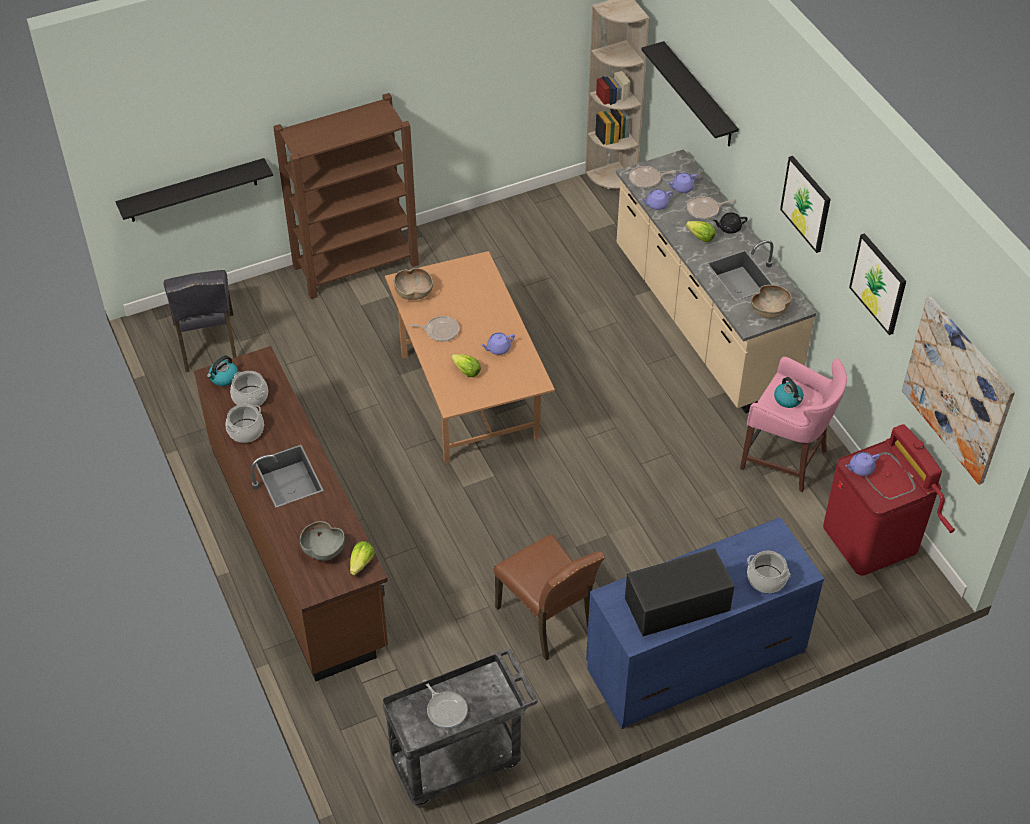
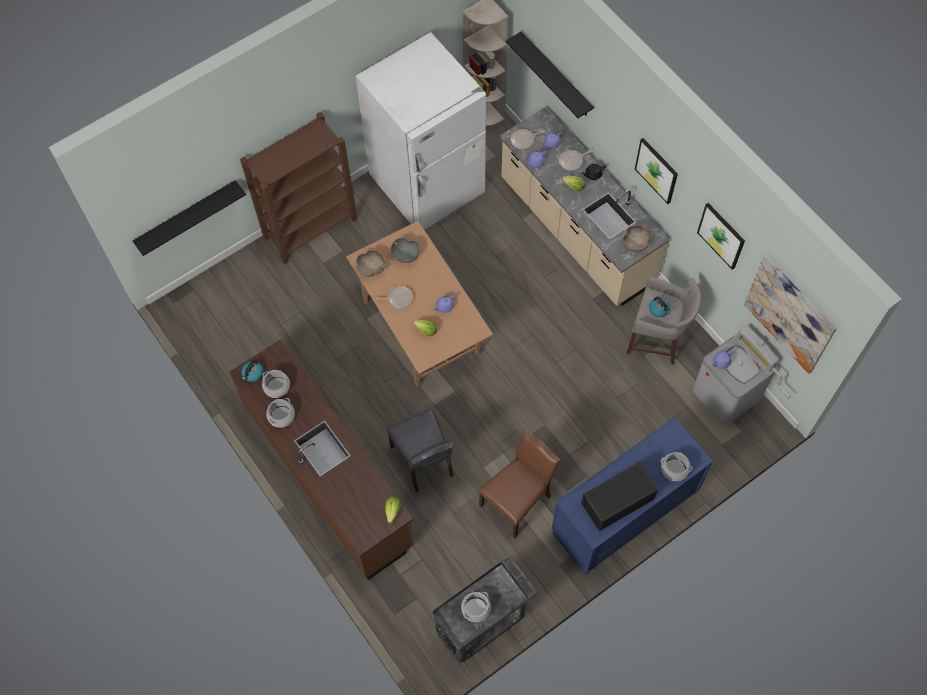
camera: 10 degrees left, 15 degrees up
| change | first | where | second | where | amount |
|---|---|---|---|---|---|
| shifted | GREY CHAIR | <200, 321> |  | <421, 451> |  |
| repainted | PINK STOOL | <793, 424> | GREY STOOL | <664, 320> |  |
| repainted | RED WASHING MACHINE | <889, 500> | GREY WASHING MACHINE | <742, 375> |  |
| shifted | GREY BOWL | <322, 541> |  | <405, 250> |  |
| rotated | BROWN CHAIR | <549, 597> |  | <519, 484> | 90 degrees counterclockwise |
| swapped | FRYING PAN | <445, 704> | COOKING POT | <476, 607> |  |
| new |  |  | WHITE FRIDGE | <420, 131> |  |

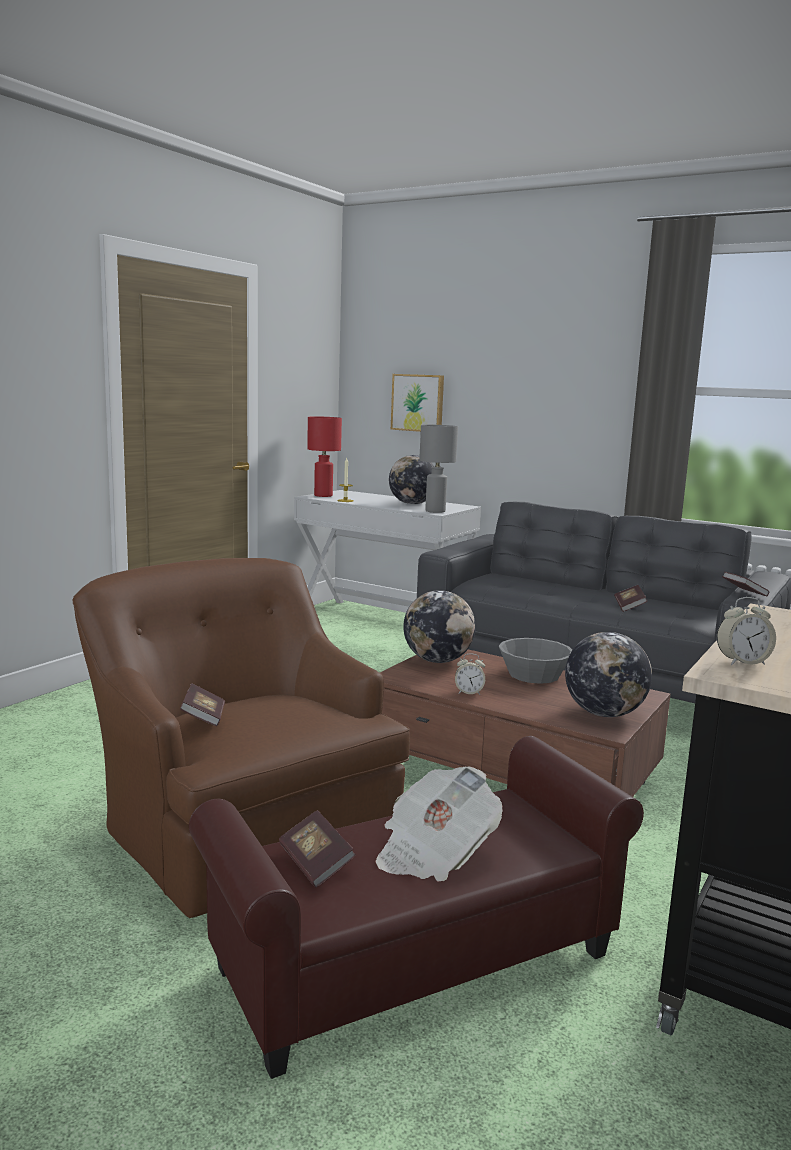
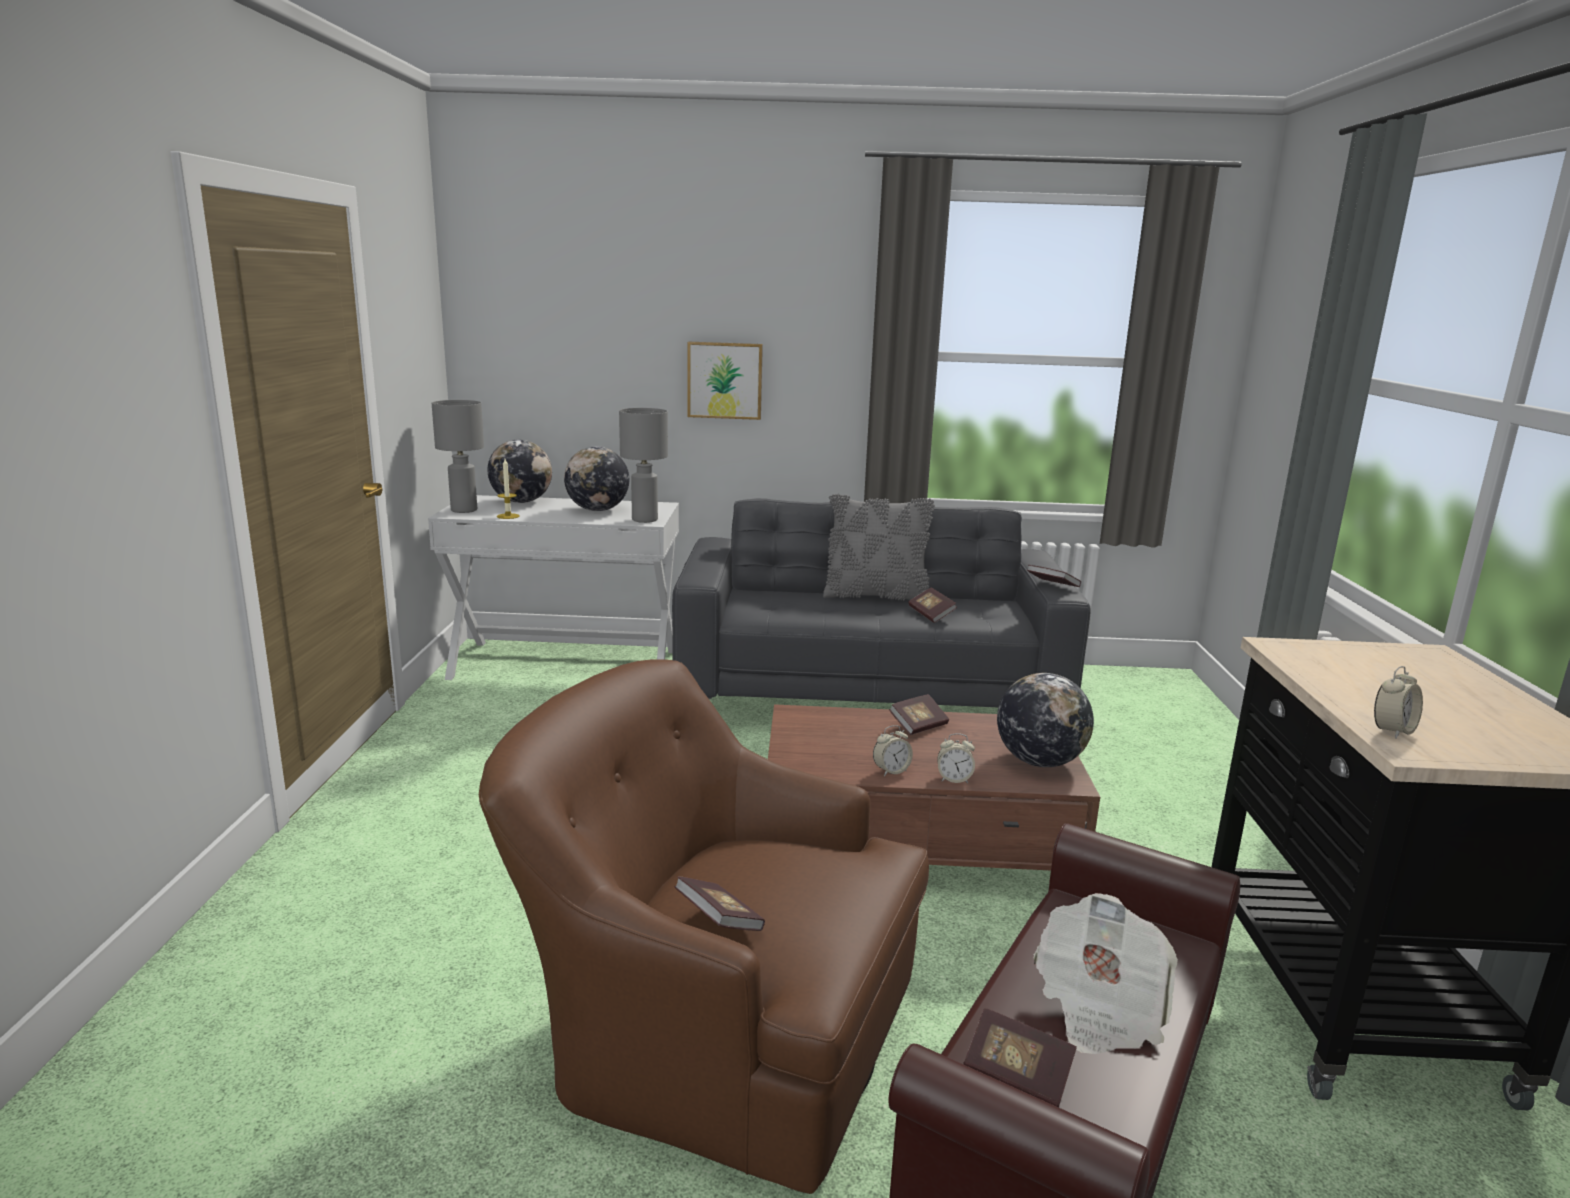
camera: 30 degrees left, 5 degrees up
| change | first | where | second | where | amount |
|---|---|---|---|---|---|
| shifted | PICTURE | <417, 403> |  | <725, 381> |  |
| repainted | RED TABLE LAMP | <324, 456> | GREY TABLE LAMP | <458, 456> |  |
| shifted | GLOBE | <439, 626> |  | <519, 471> |  |
| swapped | GREY BOWL | <535, 661> | BOOK | <919, 714> |  |
| new |  |  | GREY PILLOW | <879, 547> |  |
| new |  |  | ALARM CLOCK | <956, 758> |  |

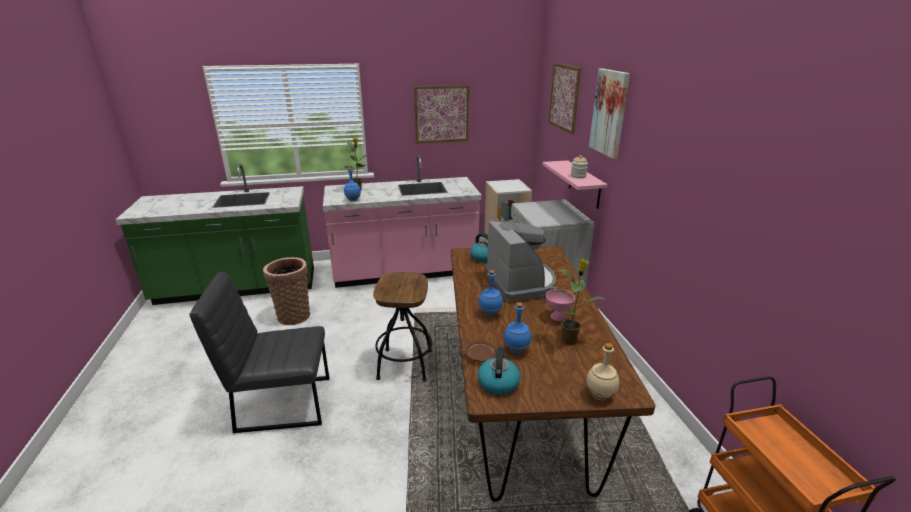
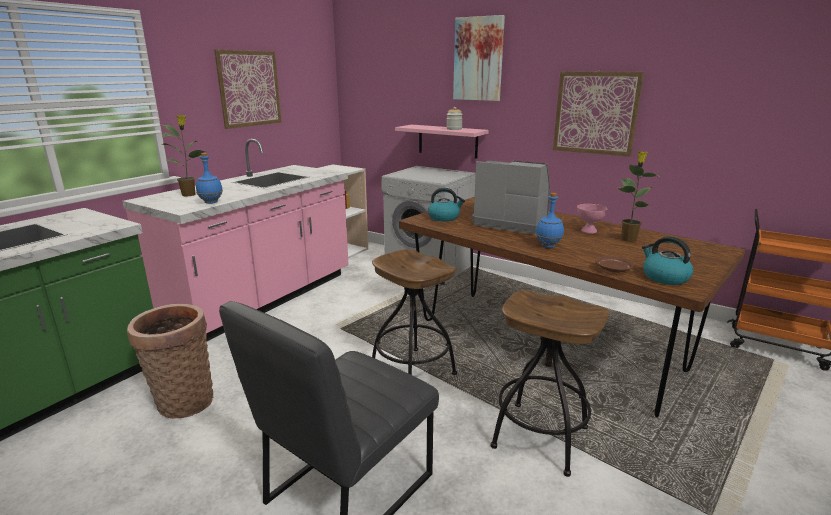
camera: 45 degrees left, 5 degrees down
| change | first | where | second | where | amount |
|---|---|---|---|---|---|
| shifted | PICTURE | <565, 99> |  | <598, 113> |  |
| gone | BLUE BOTTLE | <517, 328> |  |  |  |
| gone | BEIGE BOTTLE | <602, 372> |  |  |  |
| new |  |  | BROWN STOOL | <550, 383> |  |

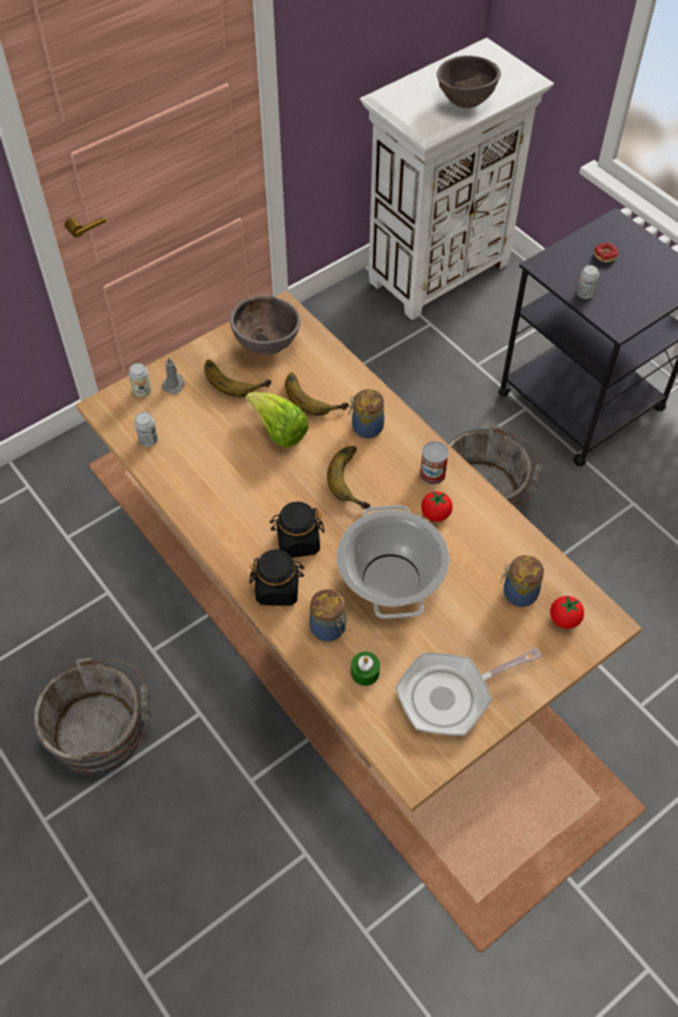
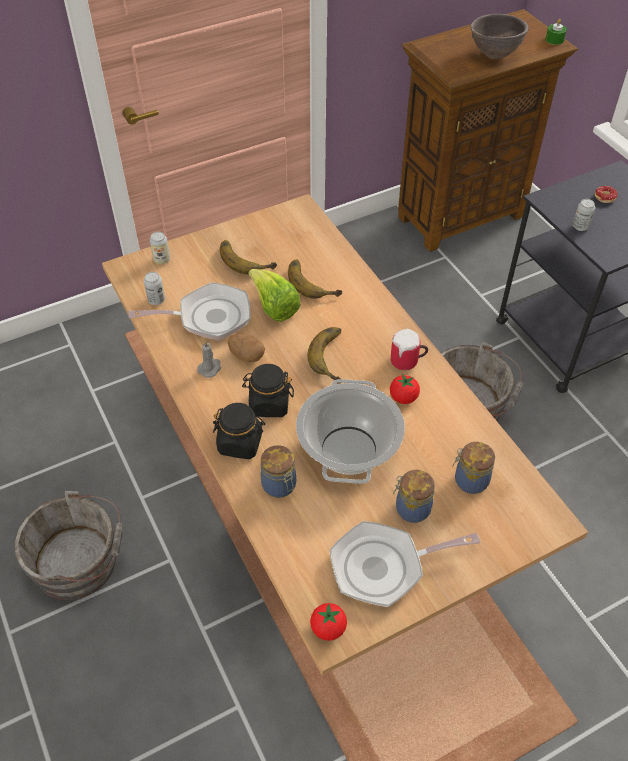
camera: 10 degrees right, 5 degrees down
| change | first | where | second | where | amount |
|---|---|---|---|---|---|
| repainted | WHITE CABINET | <457, 179> | BROWN CABINET | <488, 130> |  |
| gone | BROWN BOWL | <265, 325> |  |  |  |
| shifted | GREY CANDLE | <173, 375> |  | <209, 359> |  |
| shifted | JAR | <366, 413> |  | <414, 496> |  |
| swapped | CAN | <434, 463> | MUG | <409, 349> |  |
| shifted | TOMATO | <567, 612> |  | <328, 622> |  |
| shifted | GREEN CANDLE | <365, 669> |  | <556, 32> |  |
| new |  |  | FRYING PAN | <189, 311> |  |
| new |  |  | POTATO | <246, 348> |  |

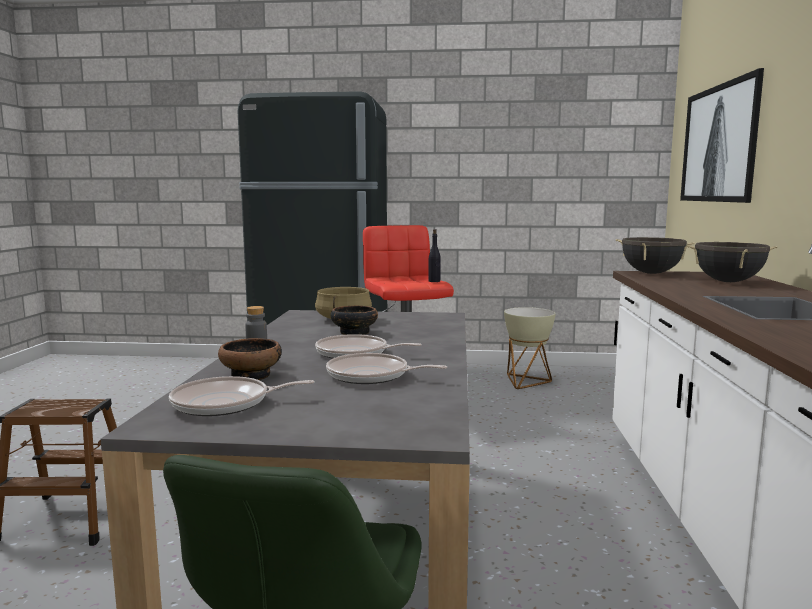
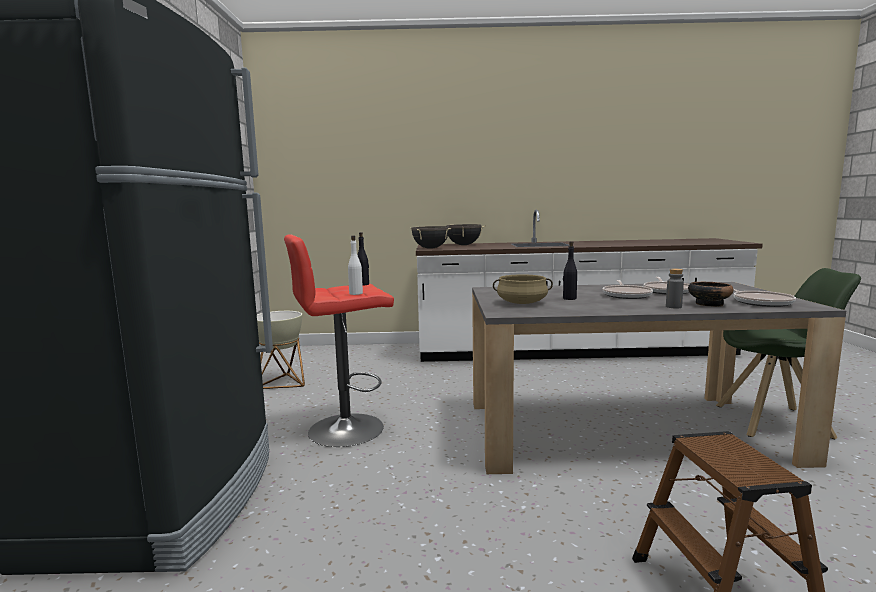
camera: 95 degrees left, 0 degrees up
| change | first | where | second | where | amount |
|---|---|---|---|---|---|
| gone | PICTURE | <722, 135> |  |  |  |
| swapped | BOWL | <354, 320> | BLACK BOTTLE | <570, 270> |  |
| new |  |  | WHITE BOTTLE | <355, 265> |  |

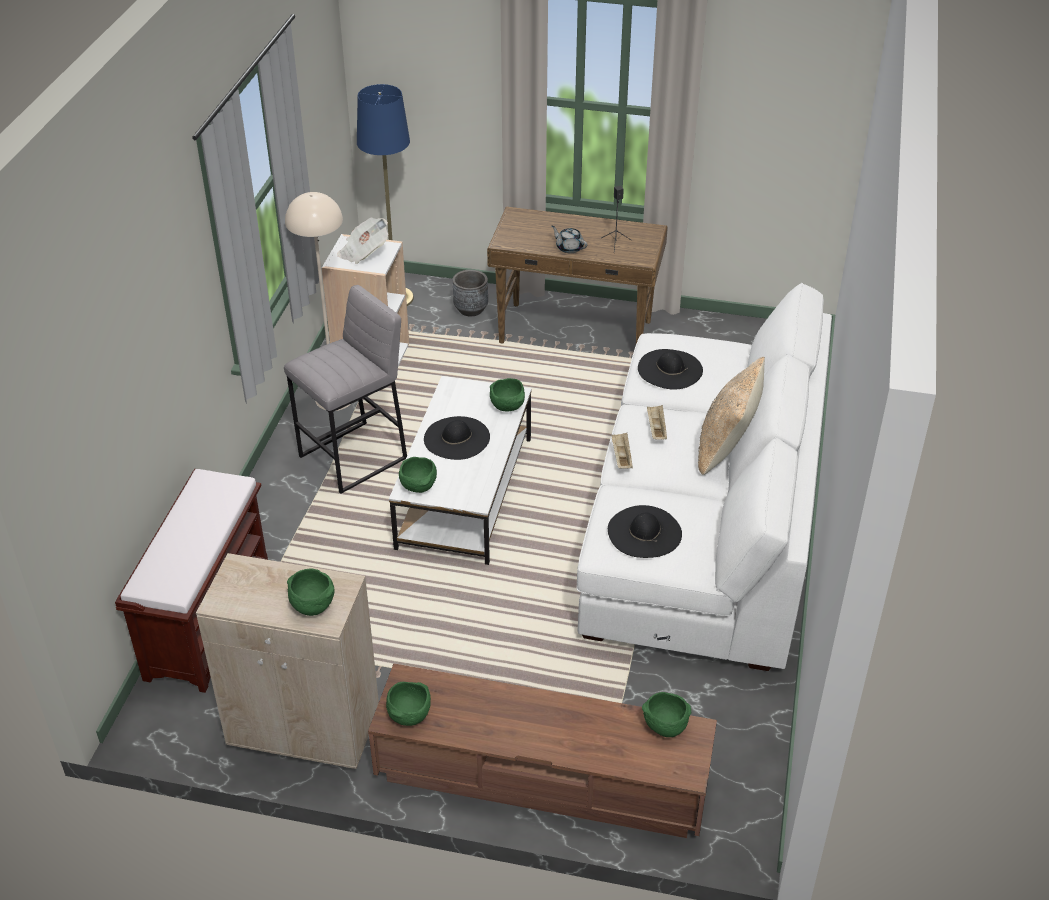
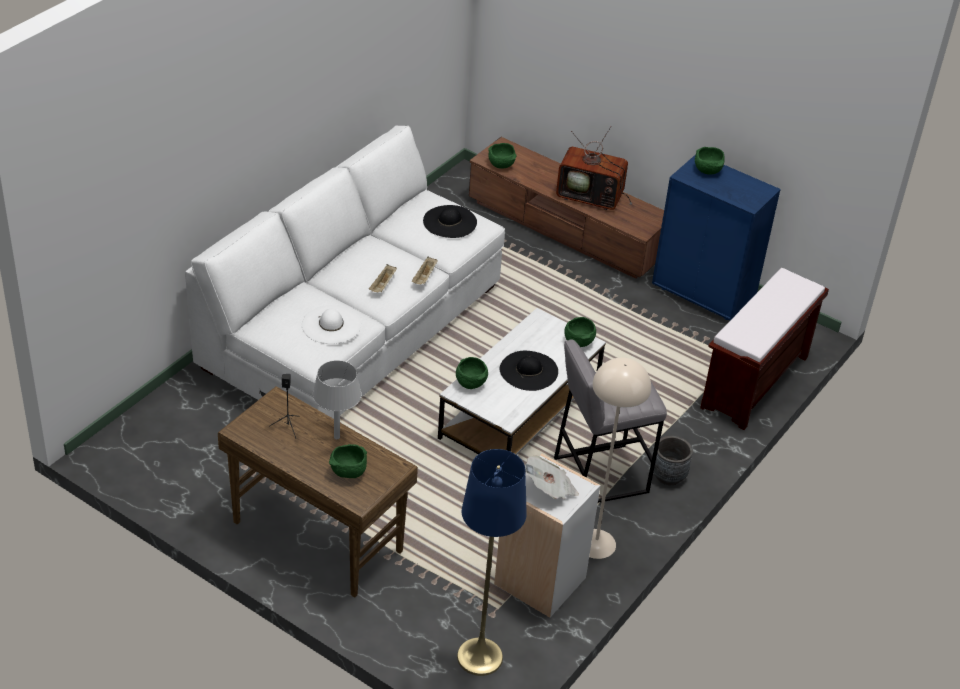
camera: 160 degrees left, 0 degrees up
| change | first | where | second | where | amount |
|---|---|---|---|---|---|
| swapped | GREY TEAPOT | <569, 240> | GREY TABLE LAMP | <337, 399> |  |
| shifted | GREY PLANTER | <470, 293> |  | <673, 460> |  |
| repainted | BLACK HAT | <670, 369> | WHITE HAT | <331, 324> |  |
| gone | BEIGE PILLOW | <731, 416> |  |  |  |
| repainted | BEIGE CABINET | <287, 661> | BLUE CABINET | <716, 237> |  |
| shifted | GREEN BOWL | <408, 704> |  | <348, 461> |  |
| new |  |  | TELEVISION | <594, 168> |  |

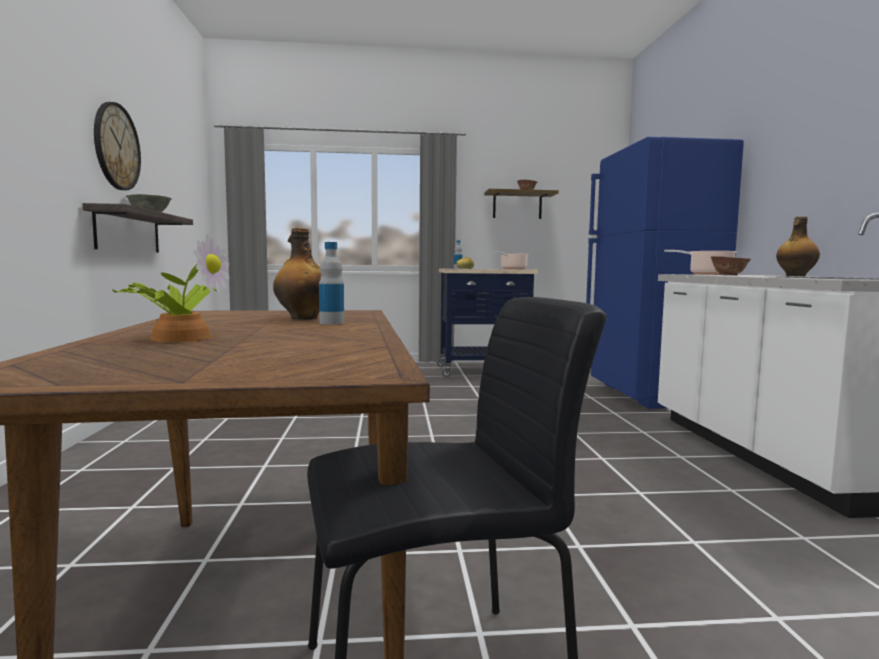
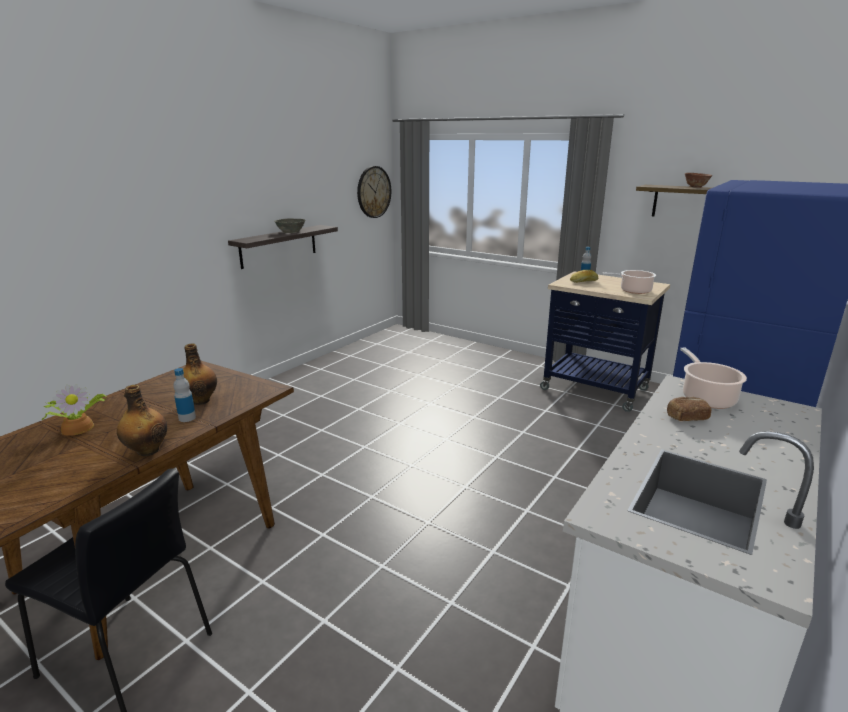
camera: 40 degrees right, 15 degrees up
| change | first | where | second | where | amount |
|---|---|---|---|---|---|
| shifted | WALL CLOCK | <117, 146> |  | <374, 192> |  |
| shifted | BOTTLE | <798, 246> |  | <142, 420> |  |
| swapped | BOWL | <731, 265> | BREAD | <689, 409> |  |

